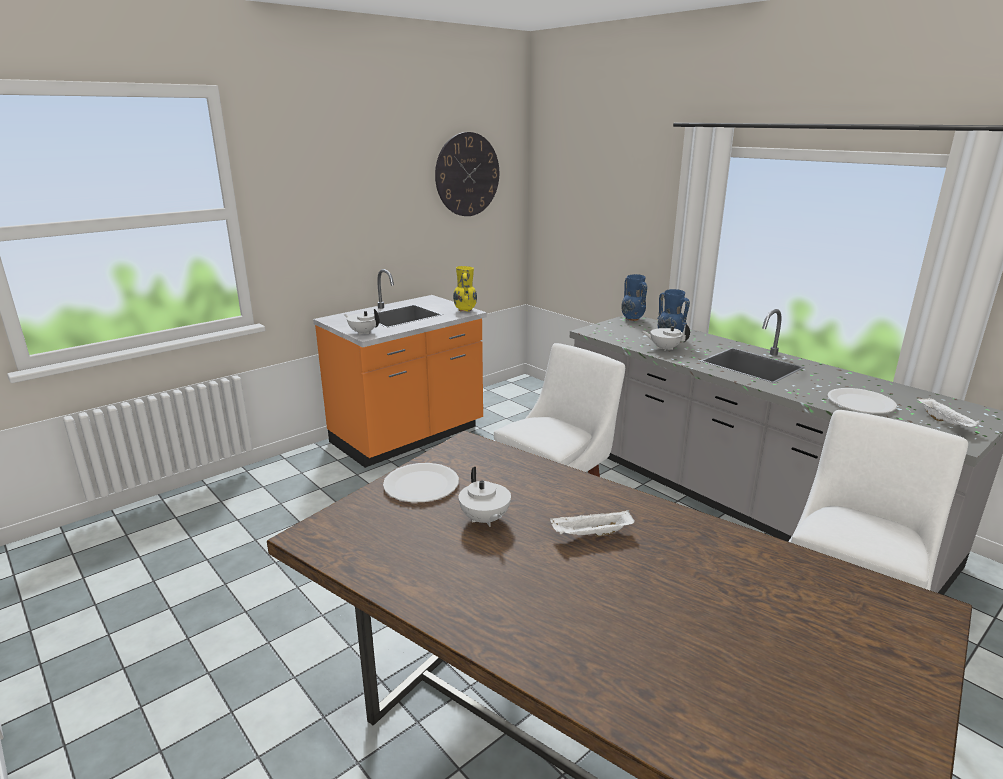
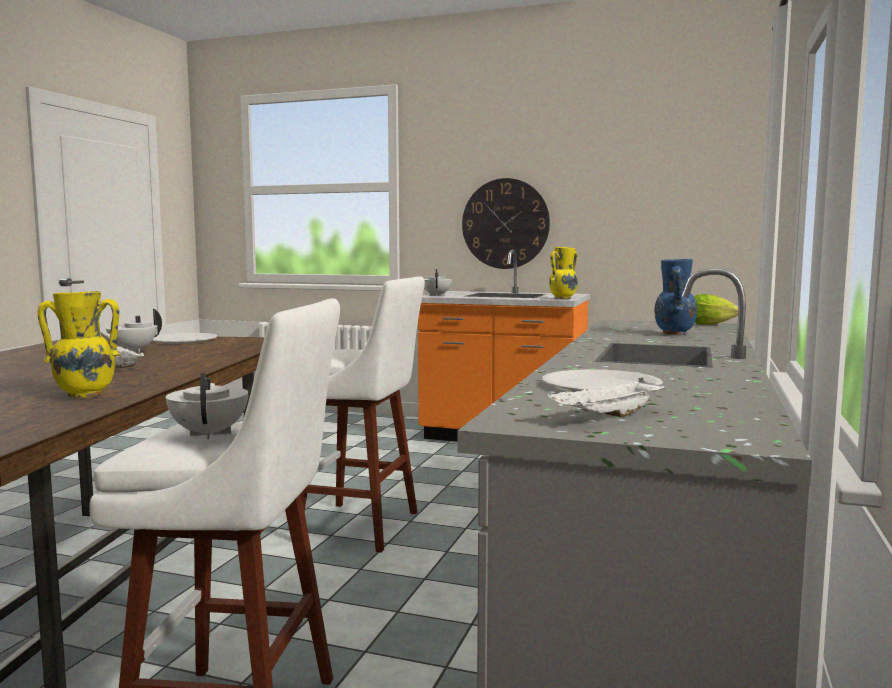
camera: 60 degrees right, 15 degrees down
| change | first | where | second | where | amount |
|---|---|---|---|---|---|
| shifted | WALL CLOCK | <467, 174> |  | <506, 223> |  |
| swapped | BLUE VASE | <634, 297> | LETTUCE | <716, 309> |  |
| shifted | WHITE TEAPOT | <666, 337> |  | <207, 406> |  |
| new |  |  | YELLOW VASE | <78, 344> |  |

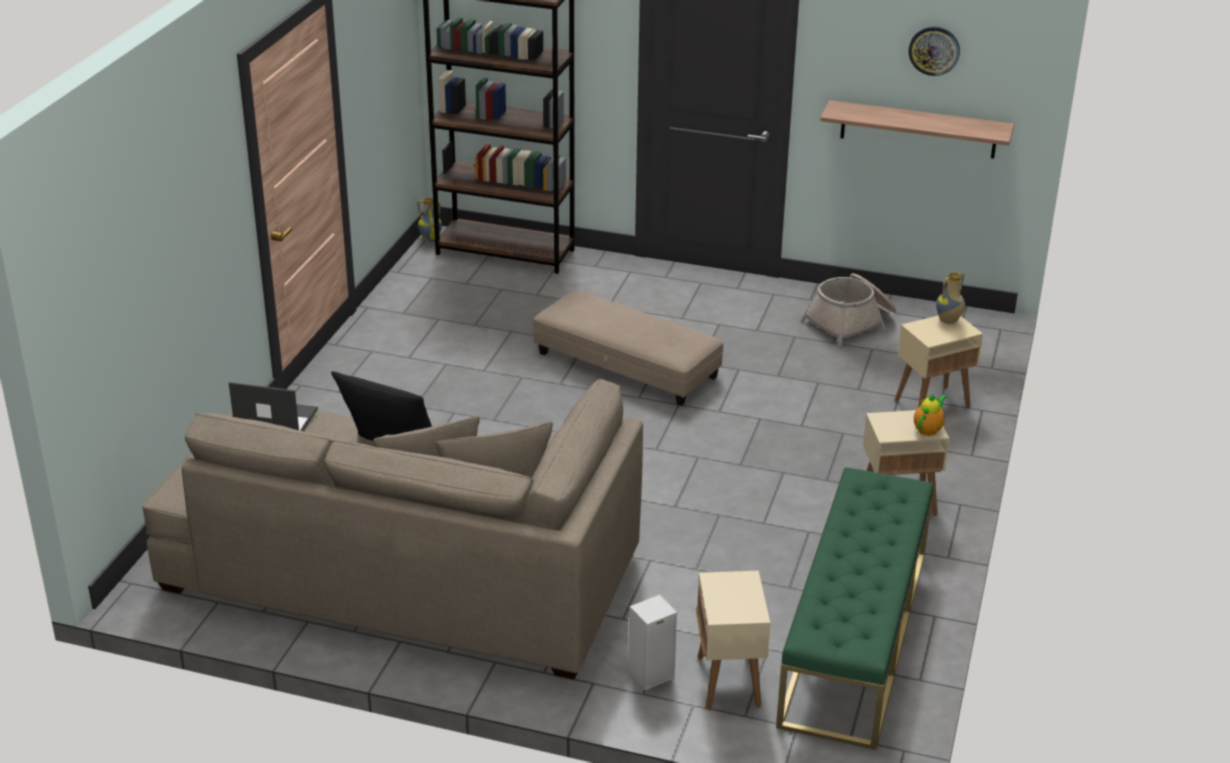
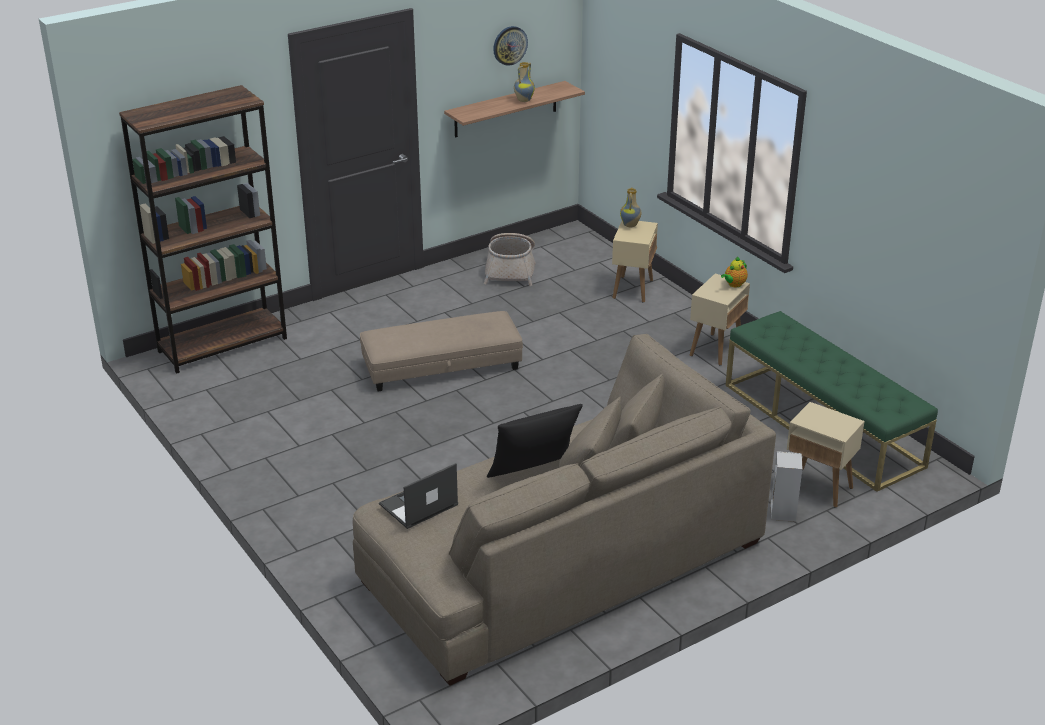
camera: 50 degrees left, 0 degrees up
| change | first | where | second | where | amount |
|---|---|---|---|---|---|
| shifted | VASE | <429, 220> |  | <524, 82> |  |
| rotated | TEAPOT | <930, 415> |  | <734, 272> | 120 degrees counterclockwise |

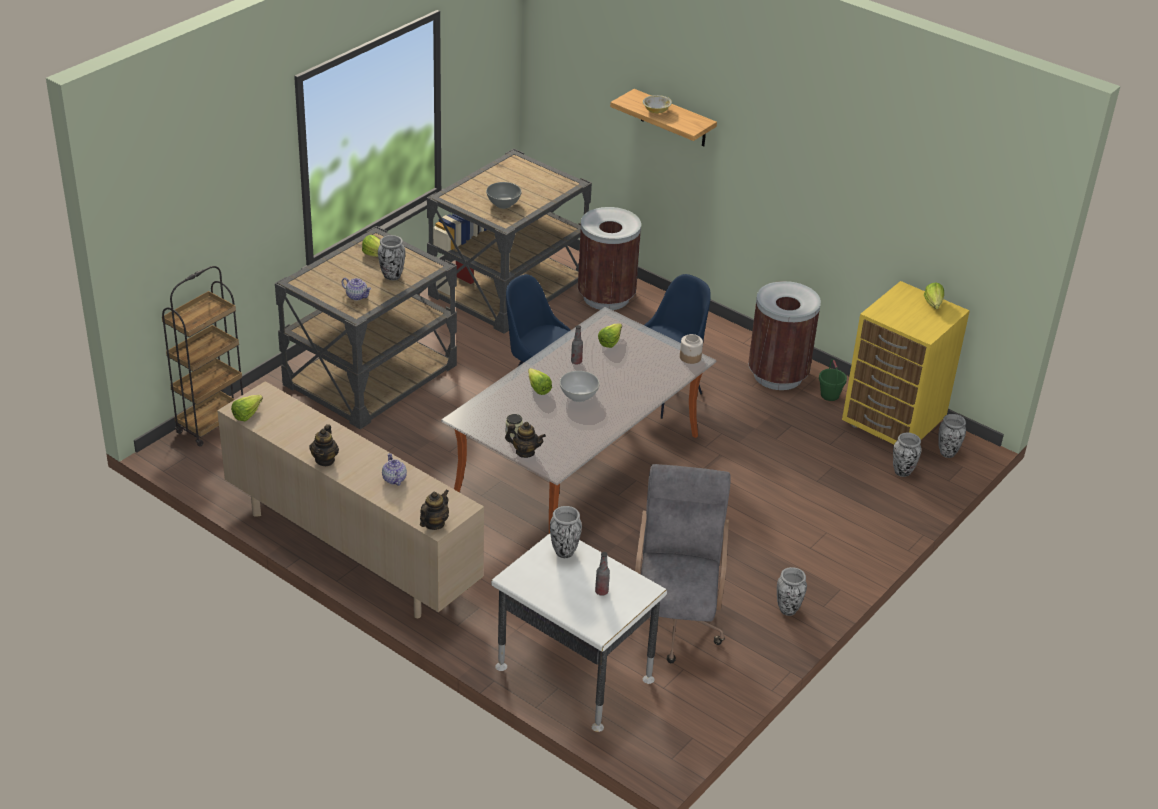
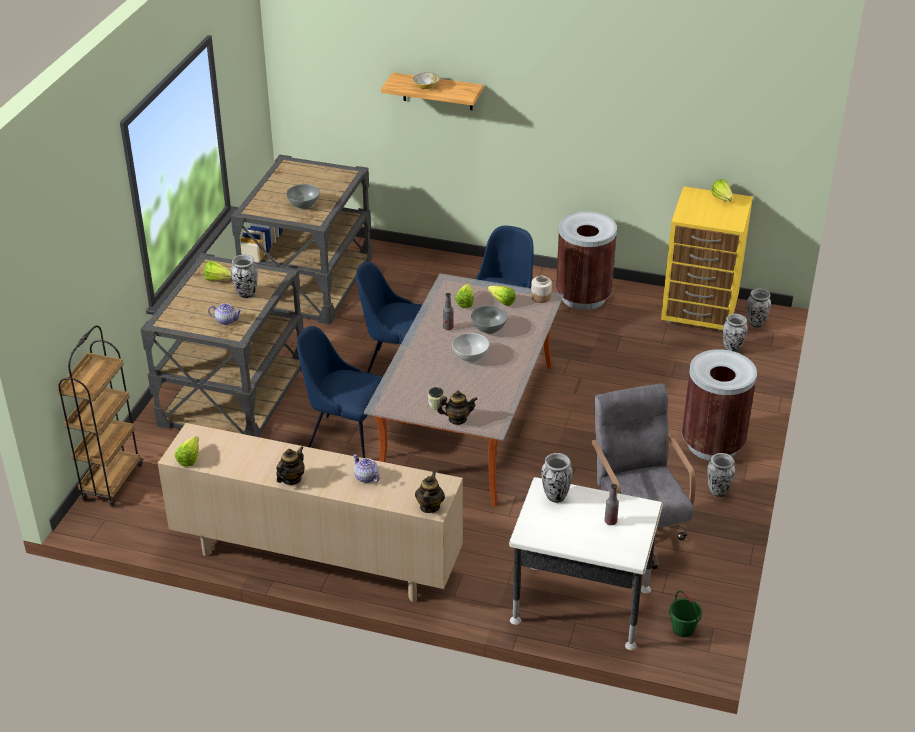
camera: 20 degrees left, 0 degrees up
| change | first | where | second | where | amount |
|---|---|---|---|---|---|
| shifted | BROWN TRASH CAN | <609, 258> |  | <719, 405> |  |
| shifted | GREEN BUCKET | <833, 380> |  | <685, 614> |  |
| shifted | LETTUCE | <540, 381> |  | <502, 296> |  |
| rotated | TEAPOT | <324, 445> |  | <290, 465> | 135 degrees counterclockwise |
| new |  |  | GREY BOWL | <489, 319> |  |
| new |  |  | BLUE CHAIR | <340, 392> |  |

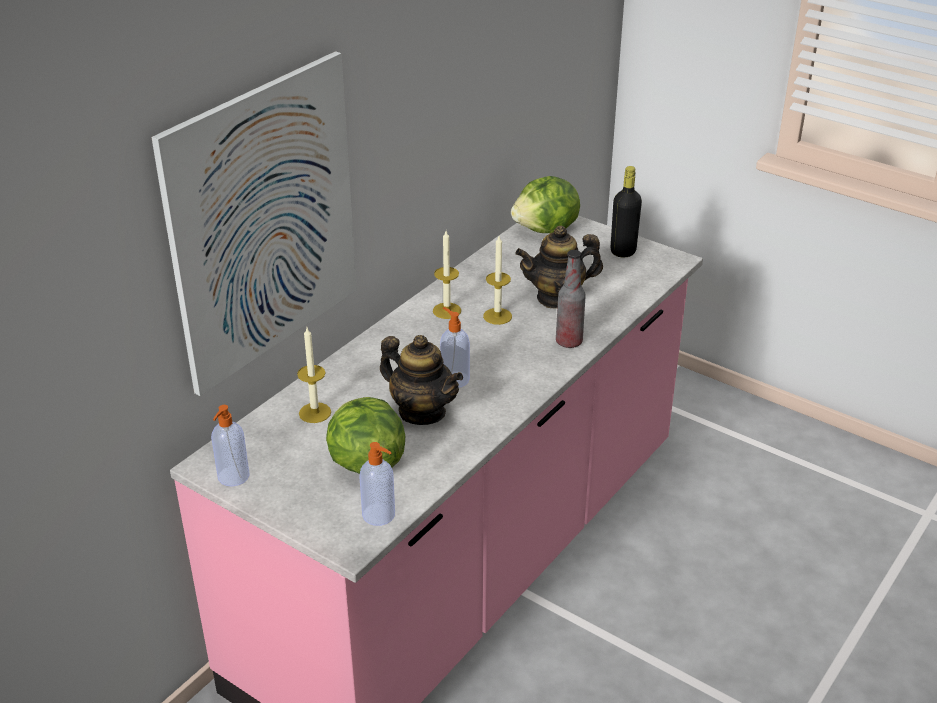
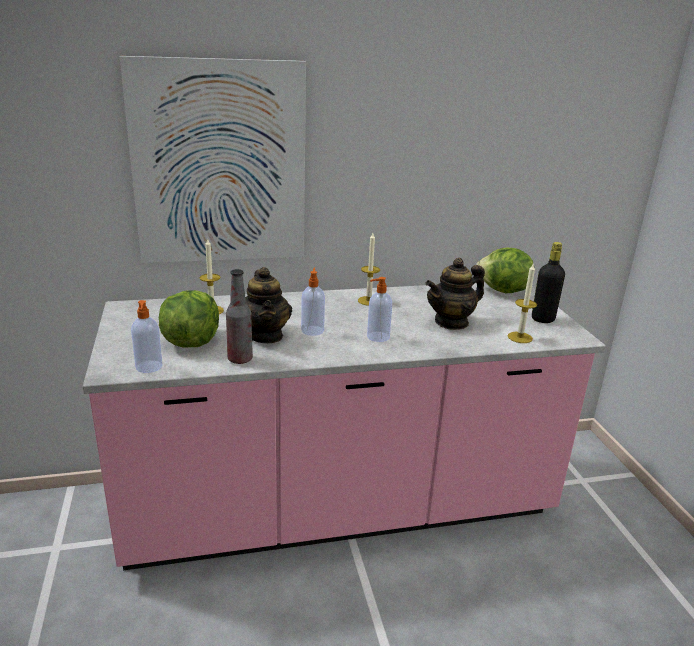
camera: 40 degrees right, 10 degrees down
| change | first | where | second | where | amount |
|---|---|---|---|---|---|
| rotated | TEAPOT | <559, 267> |  | <455, 294> | 60 degrees counterclockwise |
| shifted | CANDLE | <497, 280> |  | <522, 303> |  |
| shifted | BOTTLE | <571, 299> |  | <239, 316> |  |
| shifted | SOAP DISPENSER | <230, 445> |  | <379, 309> |  |

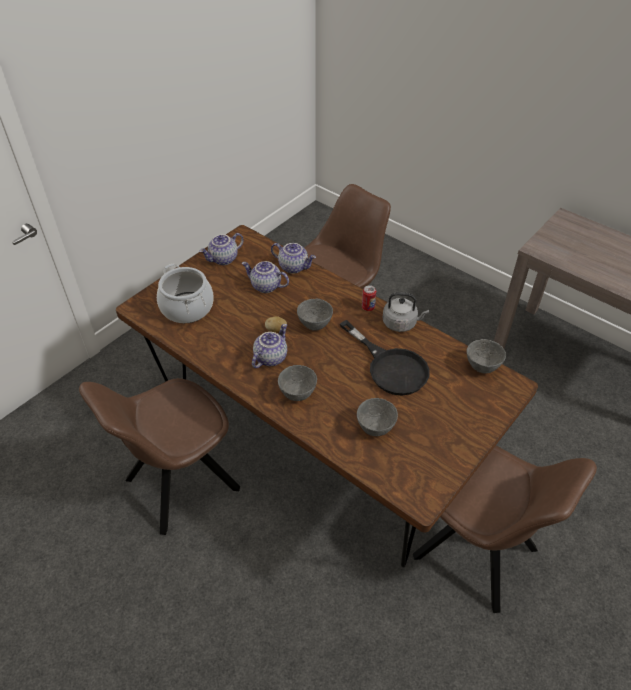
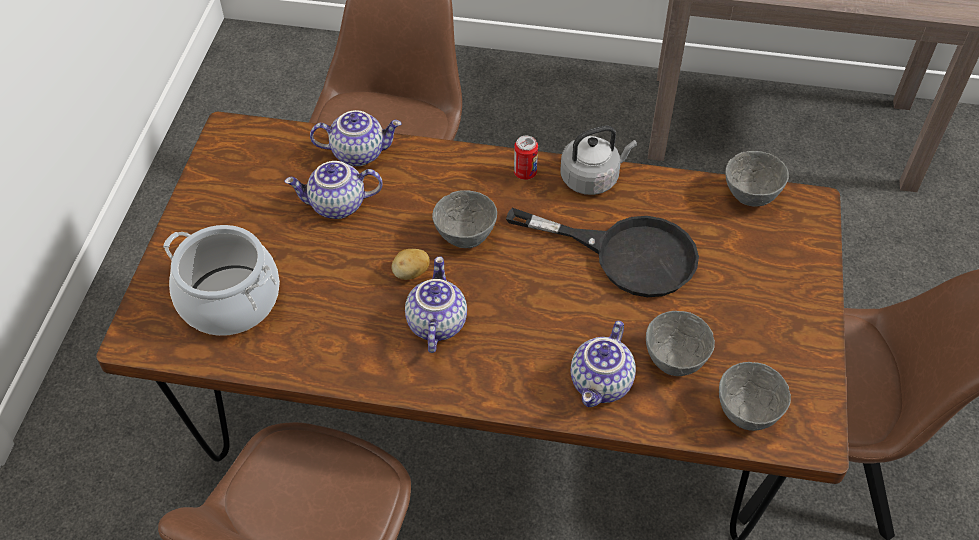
camera: 30 degrees left, 5 degrees up
| change | first | where | second | where | amount |
|---|---|---|---|---|---|
| shifted | TEAPOT | <221, 249> |  | <603, 364> |  |
| shifted | GREY BOWL | <297, 383> |  | <755, 396> |  |

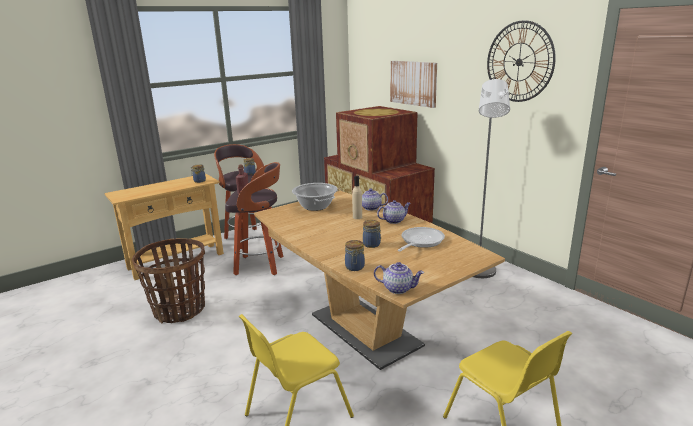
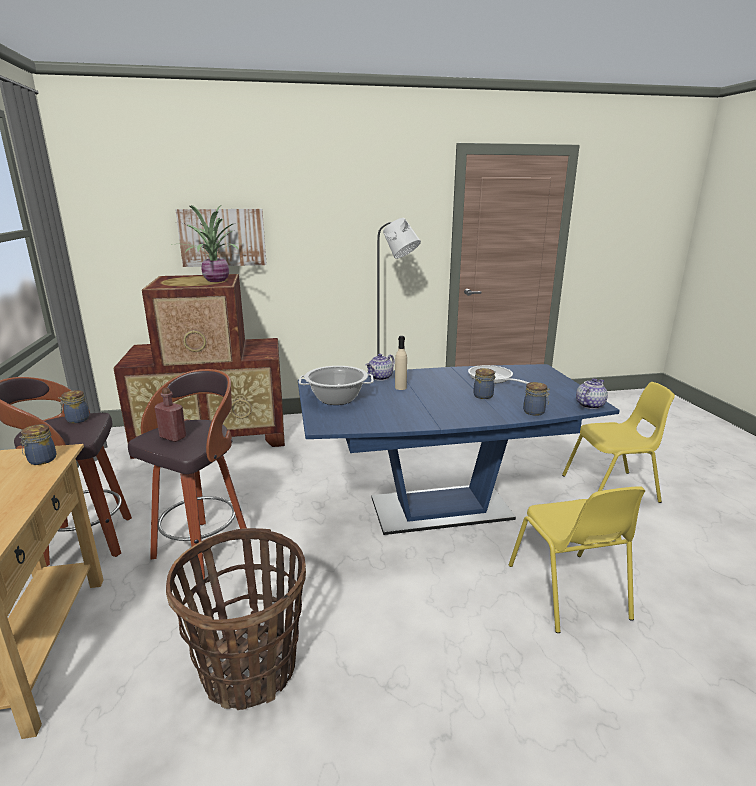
camera: 65 degrees left, 0 degrees up
| change | first | where | second | where | amount |
|---|---|---|---|---|---|
| gone | WALL CLOCK | <521, 61> |  |  |  |
| repainted | BROWN DINING TABLE | <379, 280> | BLUE DINING TABLE | <459, 449> |  |
| gone | TEAPOT | <394, 212> |  |  |  |
| new |  |  | POTTED PLANT | <202, 243> |  |

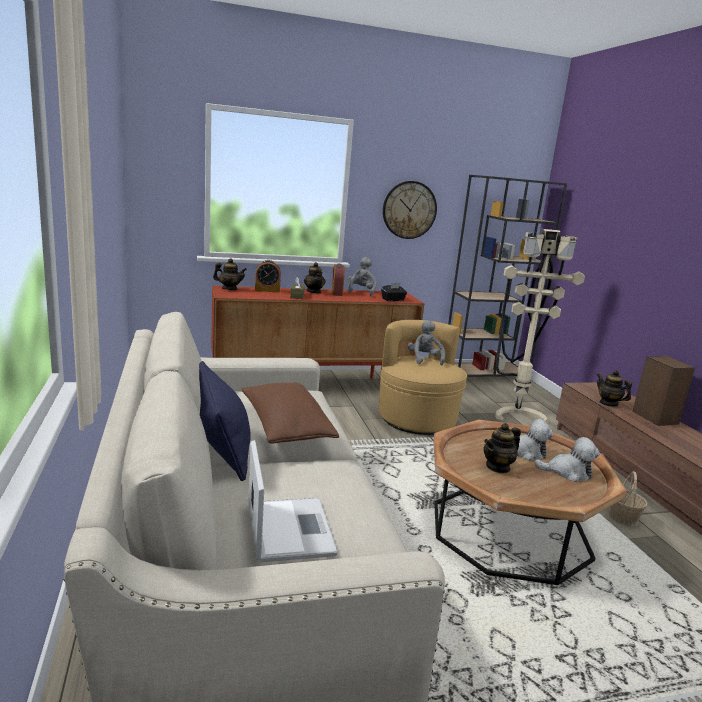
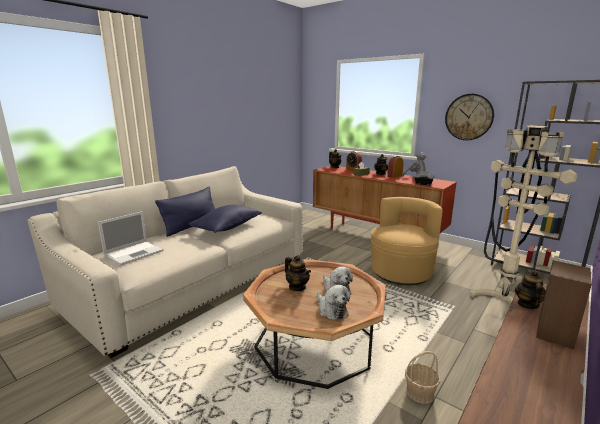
camera: 55 degrees right, 0 degrees up
| change | first | where | second | where | amount |
|---|---|---|---|---|---|
| gone | GREY PLUSH TOY | <426, 343> |  |  |  |
| repainted | BROWN PILLOW | <290, 413> | BLUE PILLOW | <225, 219> |  |
| rotated | TEAPOT | <502, 448> |  | <298, 273> | 150 degrees counterclockwise |

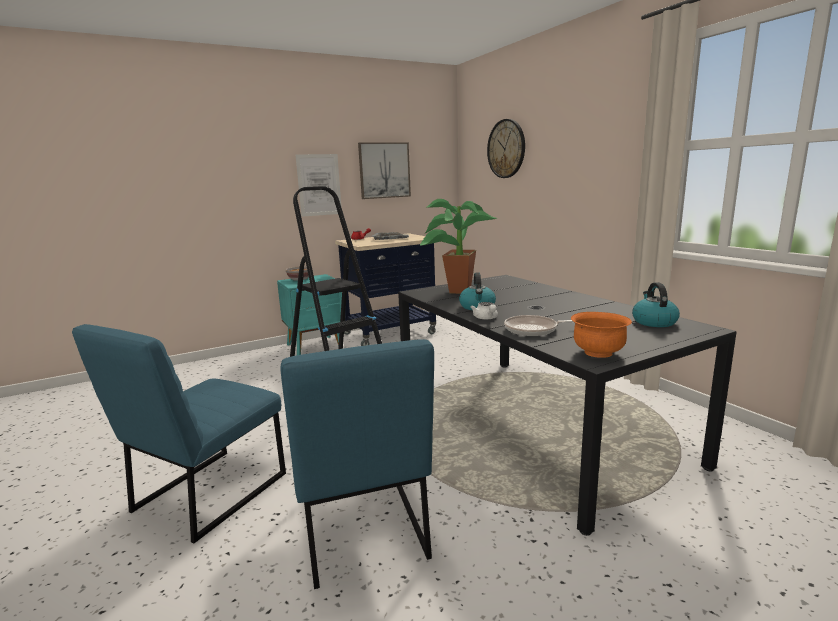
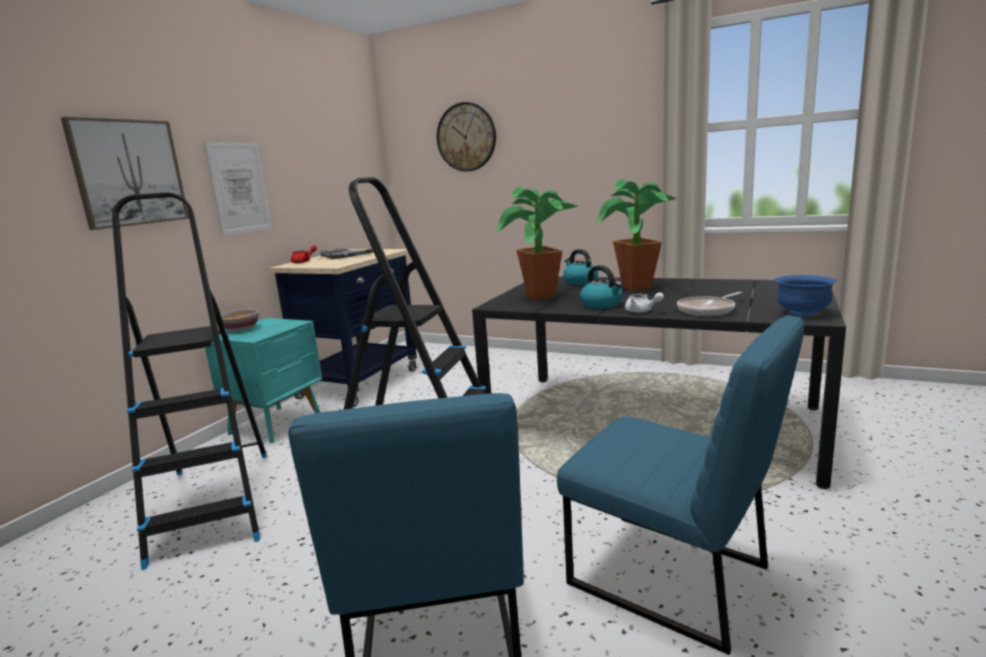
camera: 35 degrees left, 0 degrees up
| change | first | where | second | where | amount |
|---|---|---|---|---|---|
| shifted | PICTURE | <384, 170> |  | <125, 173> |  |
| shifted | KETTLE | <656, 304> |  | <580, 267> |  |
| repainted | ORANGE BOWL | <601, 335> | BLUE BOWL | <805, 296> |  |
| new |  |  | POTTED PLANT | <636, 234> |  |
| new |  |  | BLACK STEP LADDER | <189, 381> |  |

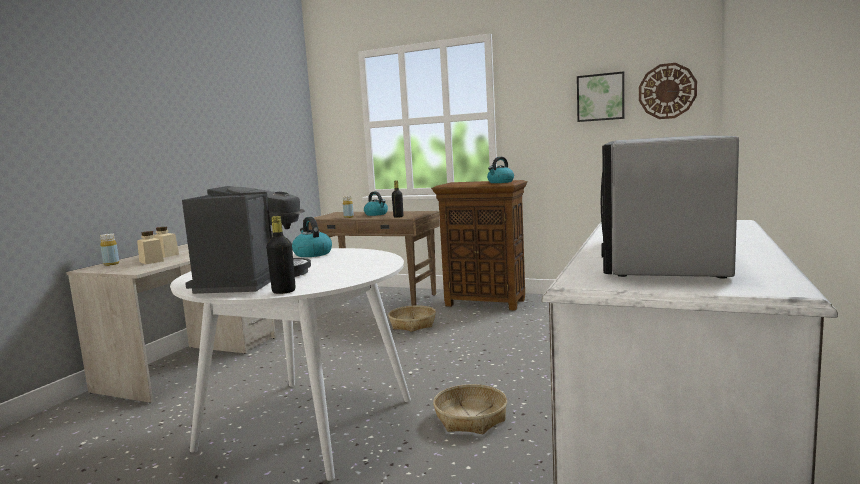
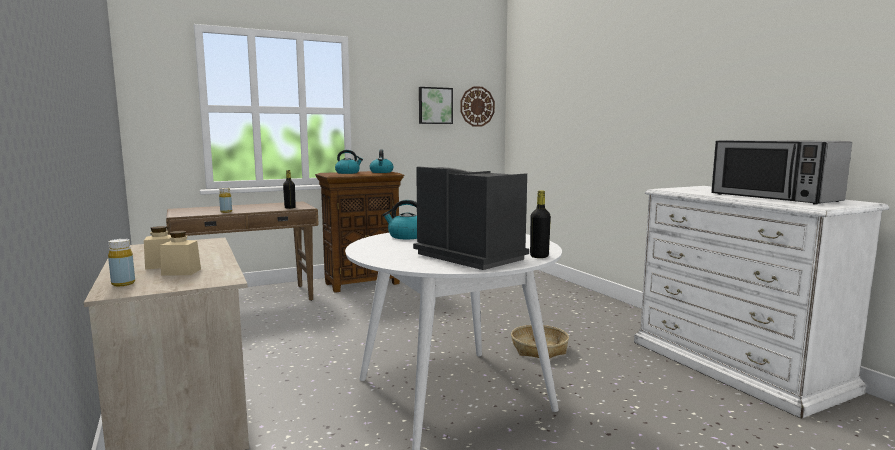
camera: 50 degrees left, 0 degrees up
| change | first | where | second | where | amount |
|---|---|---|---|---|---|
| shifted | KETTLE | <376, 203> |  | <349, 162> |  |
| gone | BASKET | <412, 318> |  |  |  |

